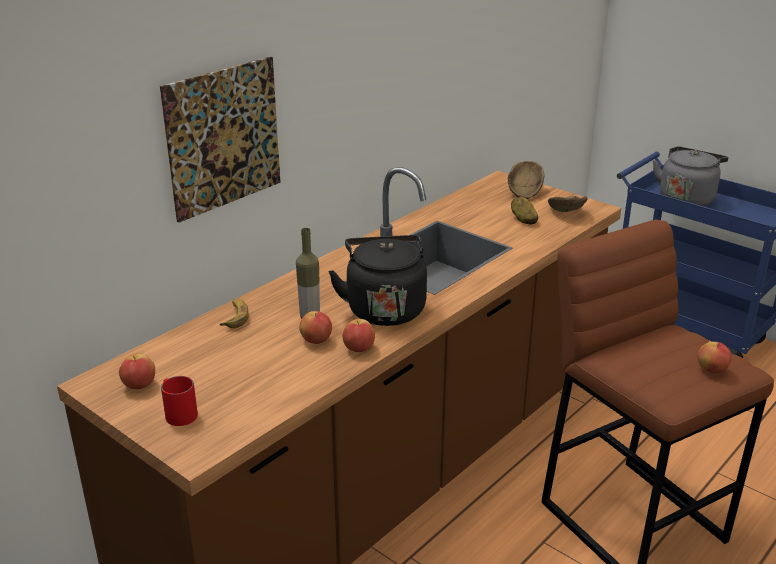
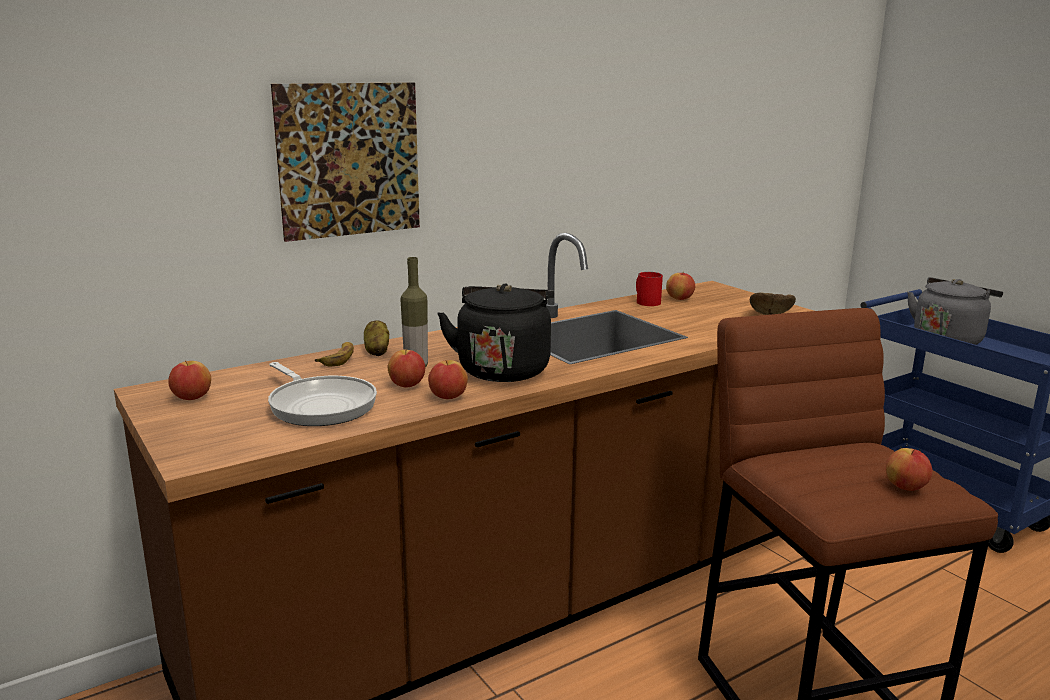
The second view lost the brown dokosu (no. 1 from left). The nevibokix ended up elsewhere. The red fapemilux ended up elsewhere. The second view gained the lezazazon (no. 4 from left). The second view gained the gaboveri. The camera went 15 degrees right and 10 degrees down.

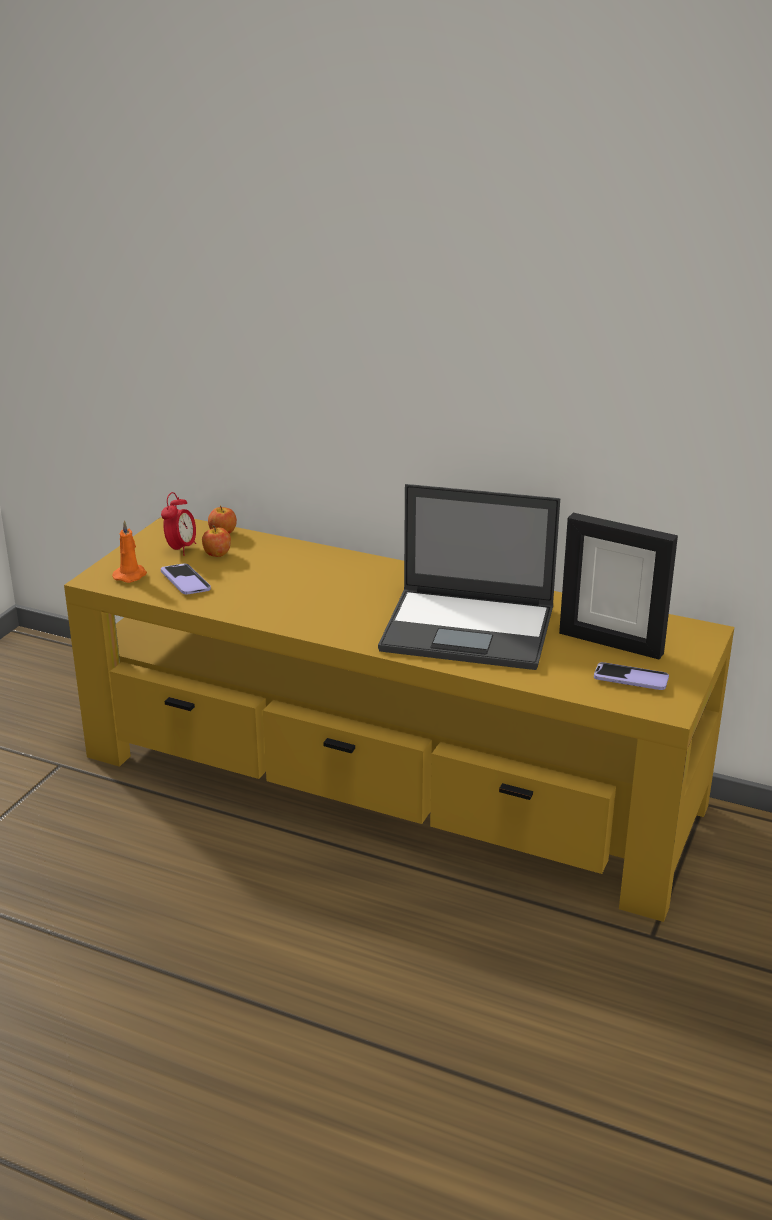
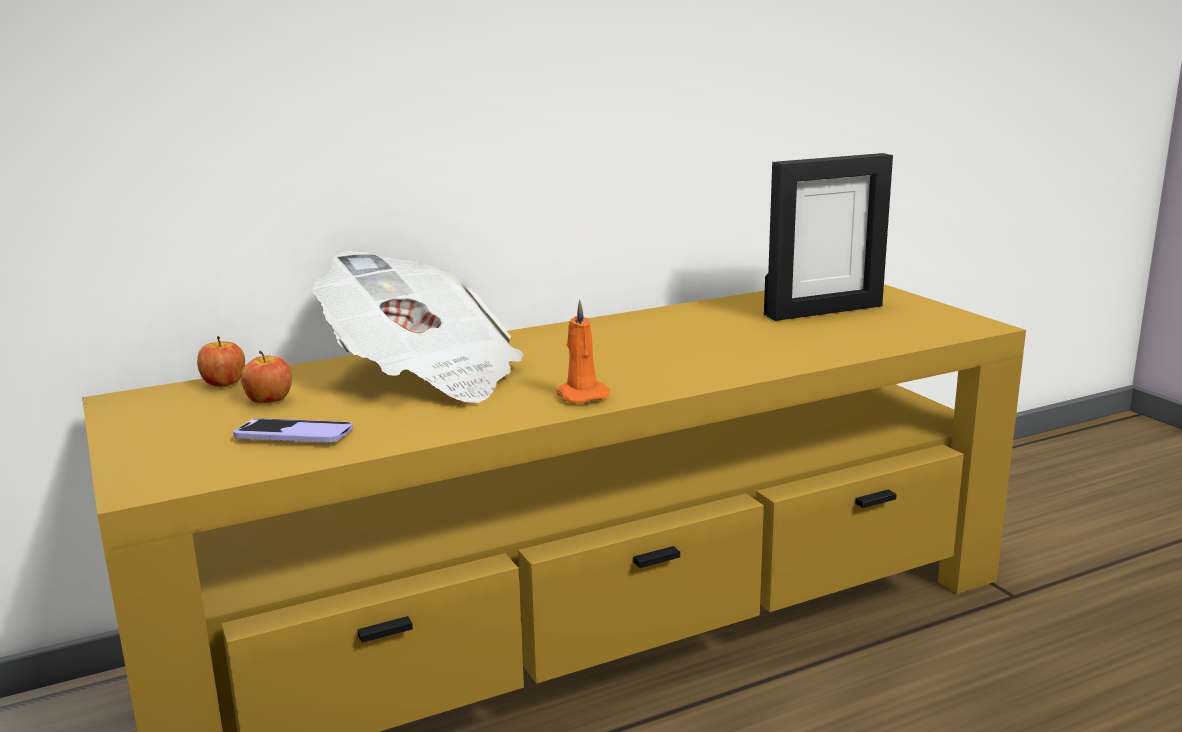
The second view lost the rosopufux. The second view lost the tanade. The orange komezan ended up elsewhere. The second view lost the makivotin (no. 2 from left). The second view gained the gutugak. The camera went 50 degrees left and 10 degrees down.

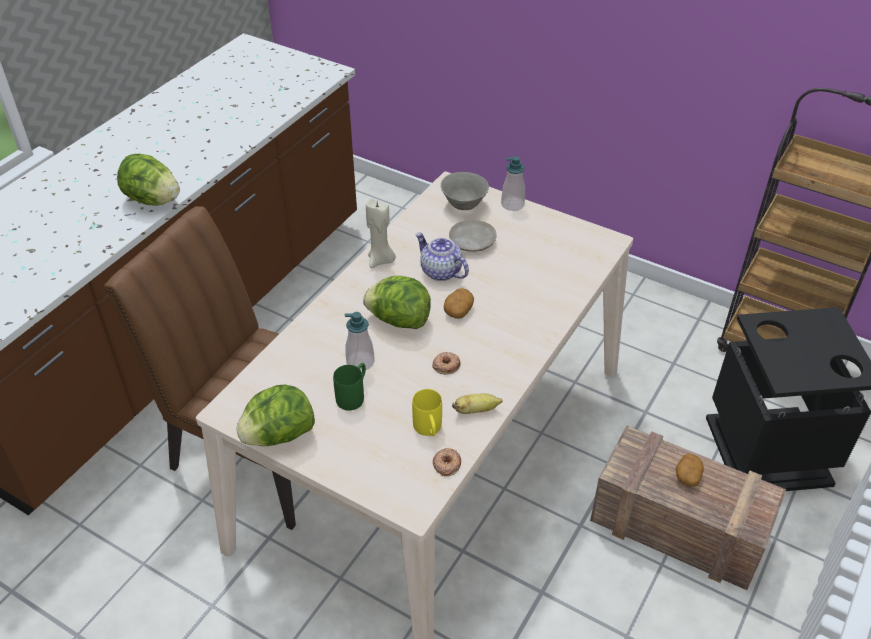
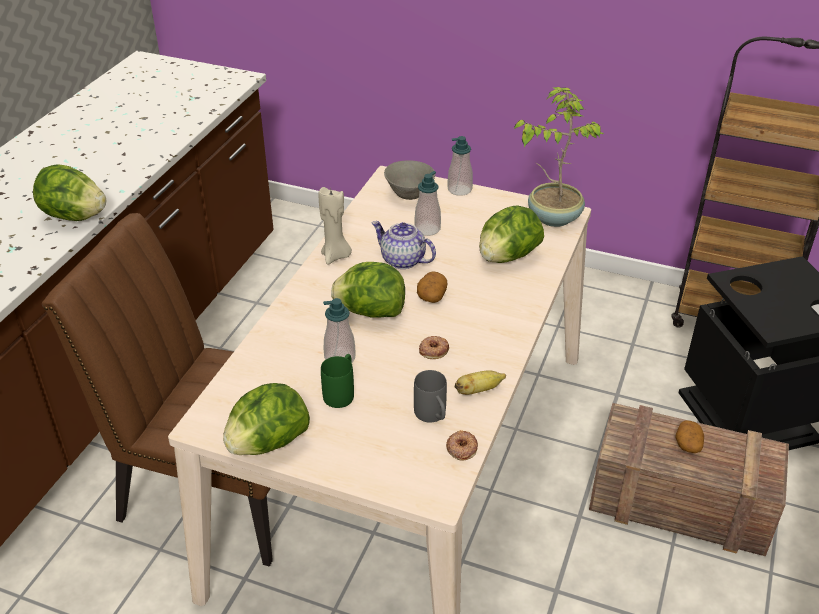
Where the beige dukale stood, the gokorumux (no. 2 from left) came to stand. What was the yellow fapemilux turned into the grey fapemilux. The second view gained the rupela. The second view gained the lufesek (no. 4 from left). The camera went 10 degrees left and 5 degrees down.

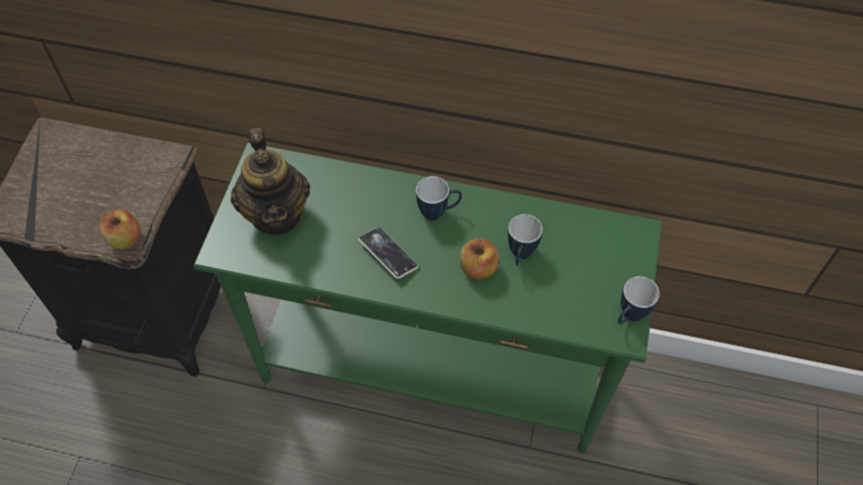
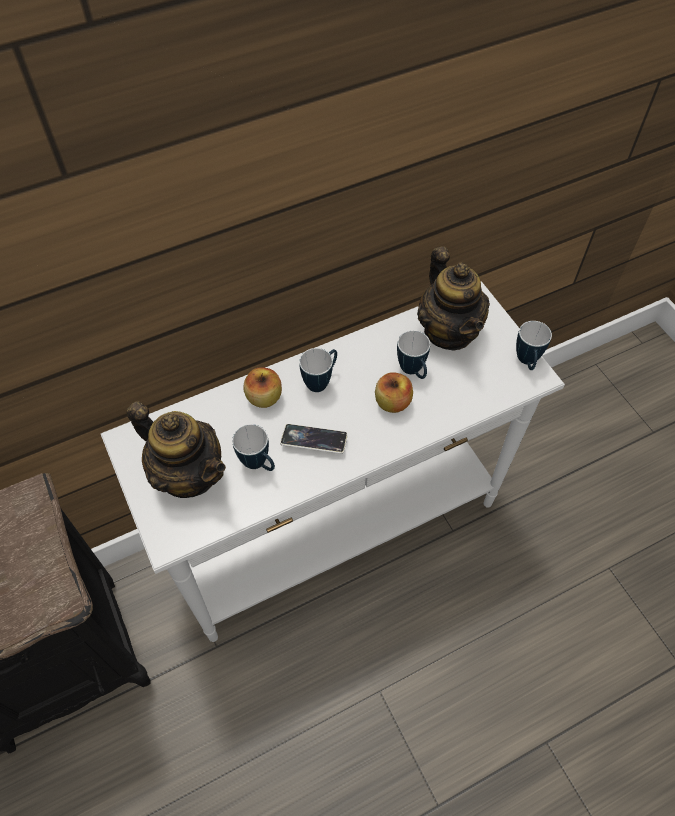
What was the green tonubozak turned into the white tonubozak. The lezazazon (no. 1 from left) ended up elsewhere. The second view gained the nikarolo (no. 2 from left). The second view gained the fapemilux (no. 1 from left). The camera went 40 degrees left and 0 degrees up.

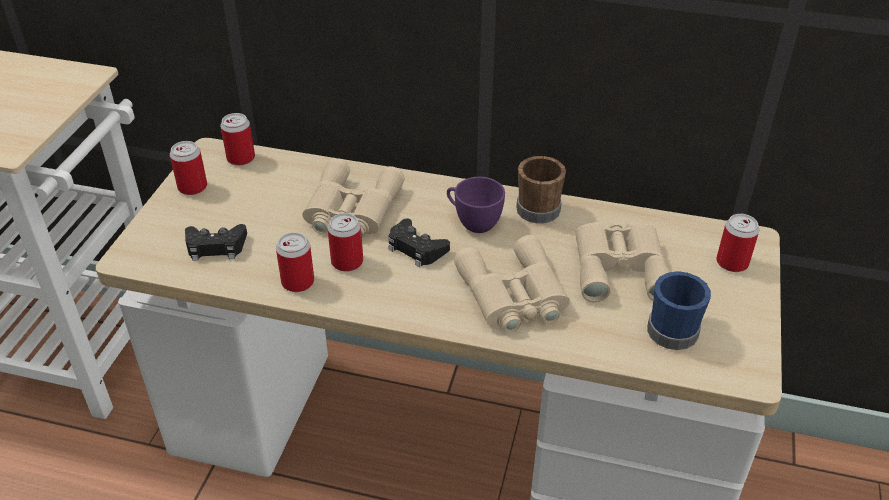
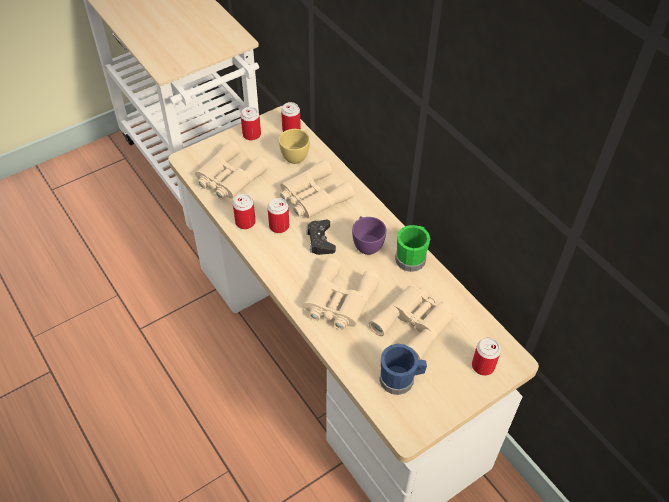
What was the brown fapemilux turned into the green fapemilux. Where the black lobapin (no. 1 from left) stood, the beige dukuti (no. 1 from left) came to stand. The second view gained the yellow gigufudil. The camera went 40 degrees right and 10 degrees up.

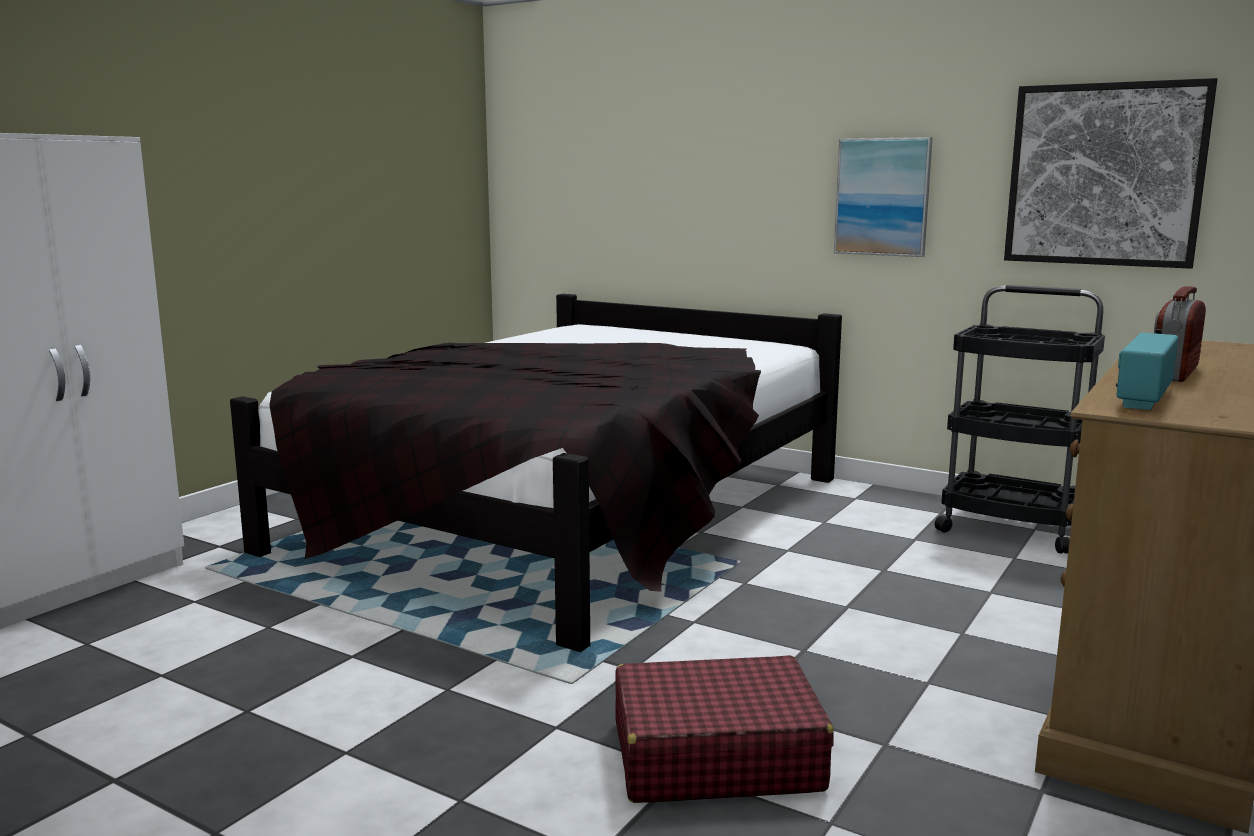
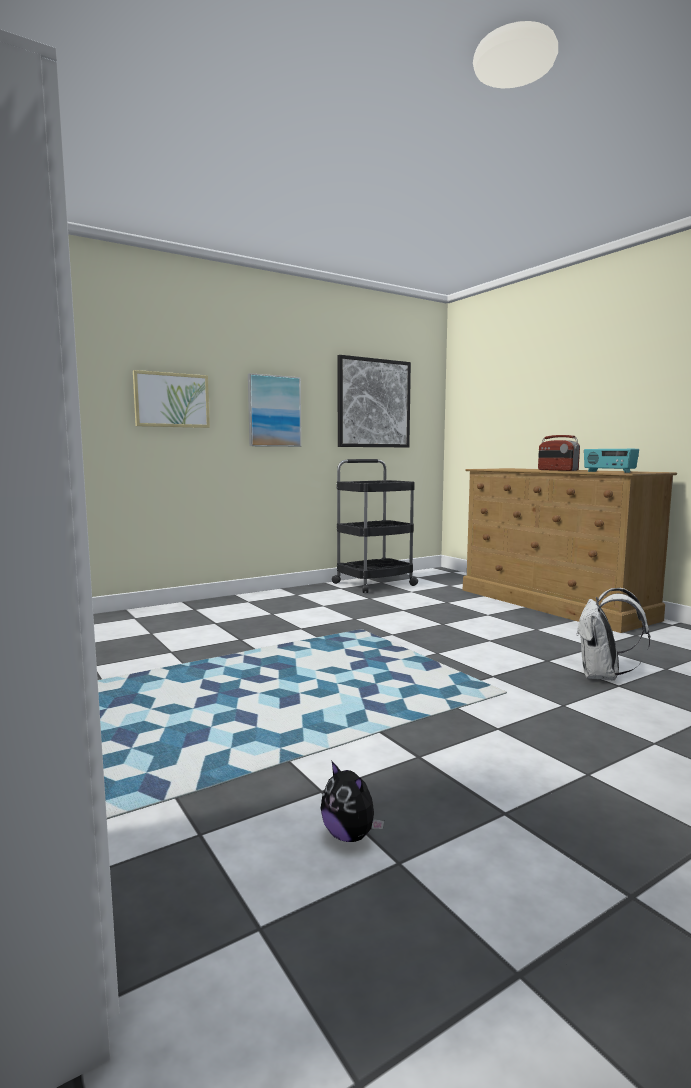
The second view lost the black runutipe. Where the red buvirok stood, the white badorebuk came to stand. The second view gained the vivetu (no. 1 from left). The second view gained the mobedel. The camera went 65 degrees left and 5 degrees down.

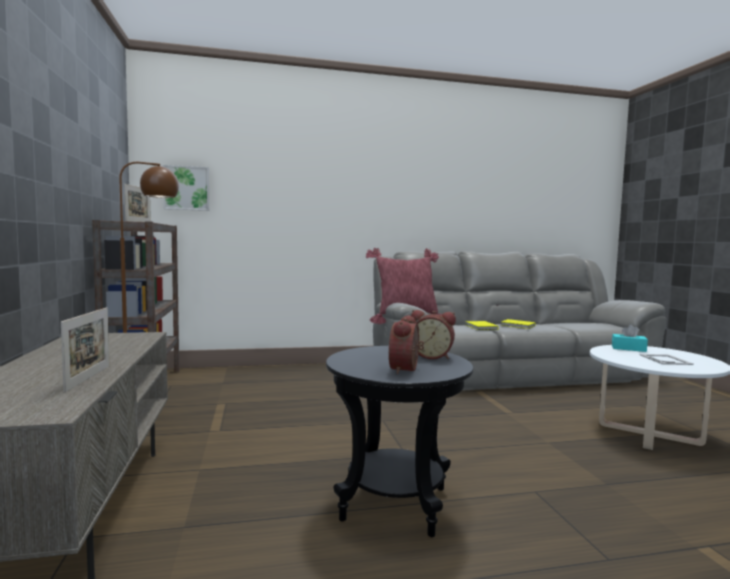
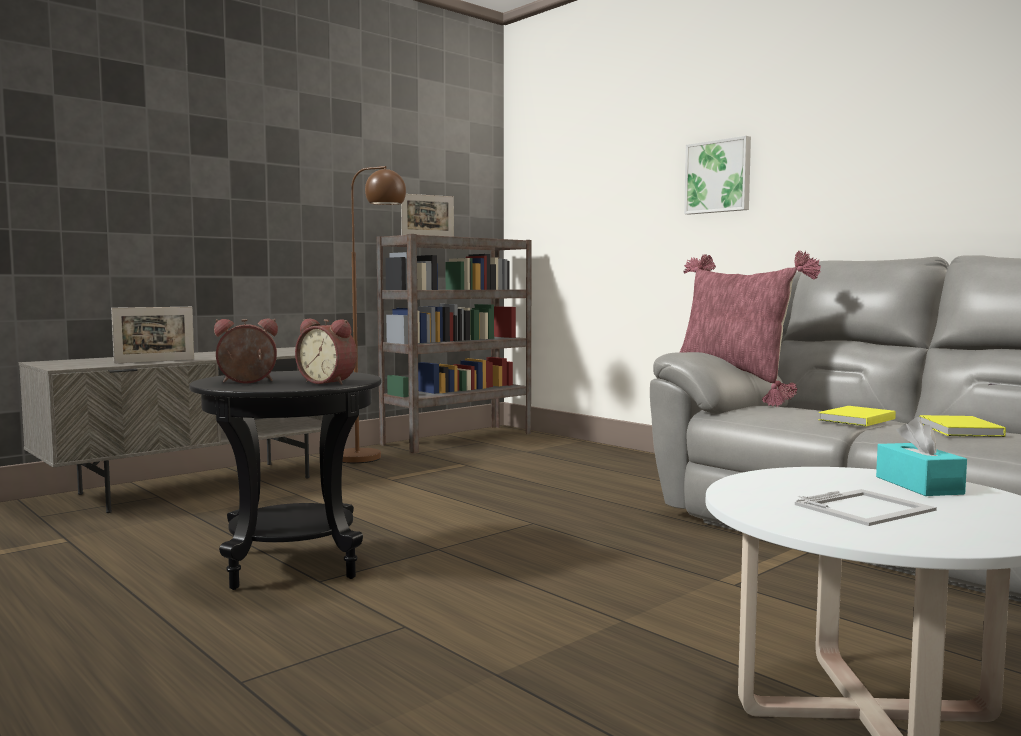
The vivetu ended up elsewhere. The tanade (no. 2 from left) ended up facing another way, 45 degrees counterclockwise from before. The camera went 60 degrees right and 0 degrees up.

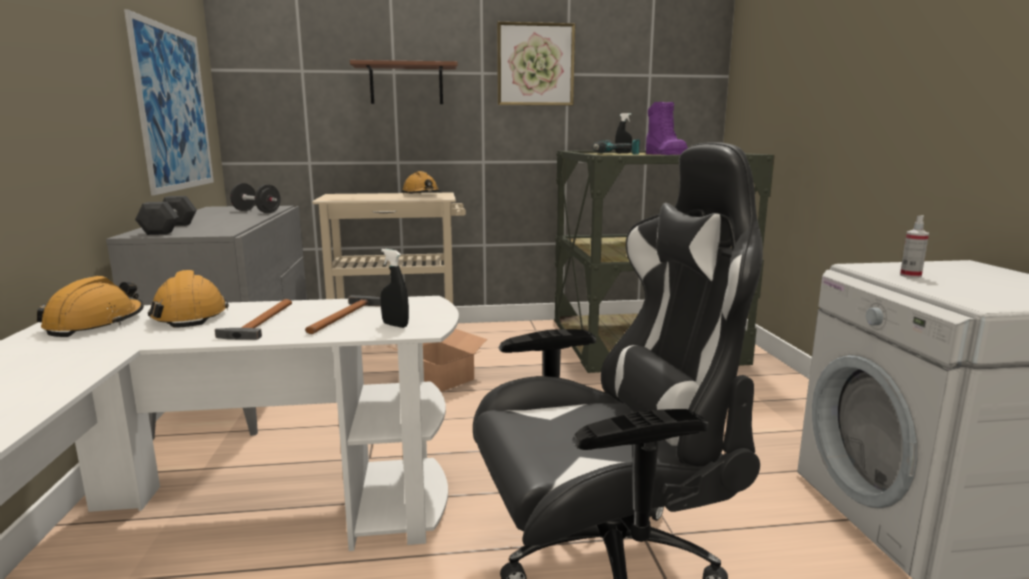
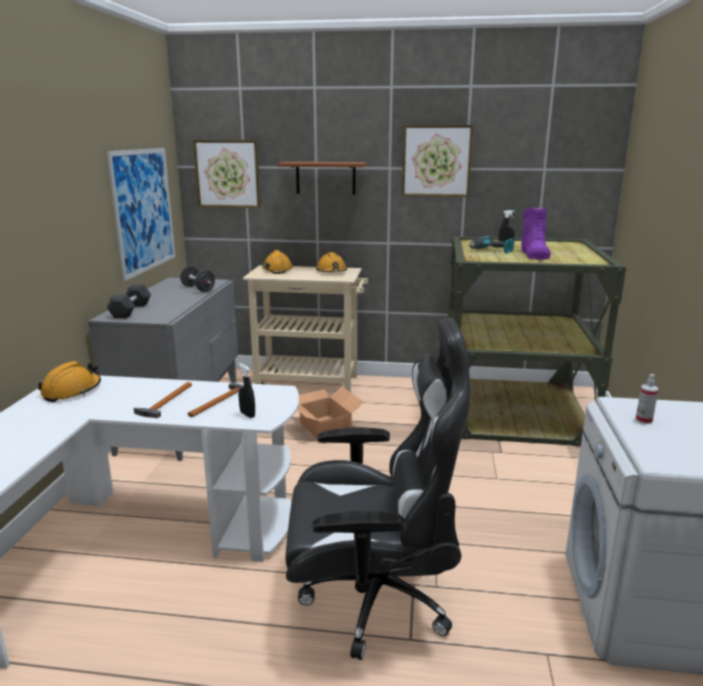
The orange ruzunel (no. 2 from left) ended up elsewhere. The second view gained the vivetu (no. 2 from left). The camera went 15 degrees right and 5 degrees up.

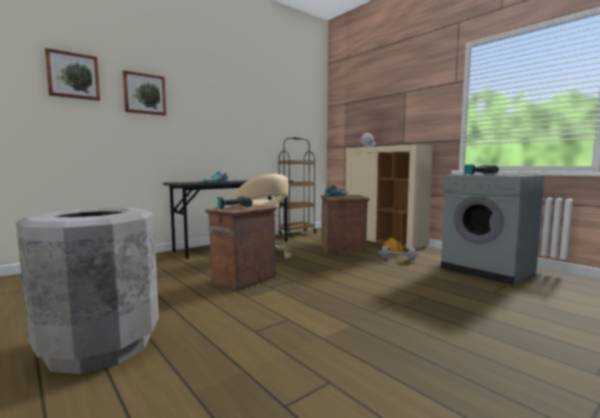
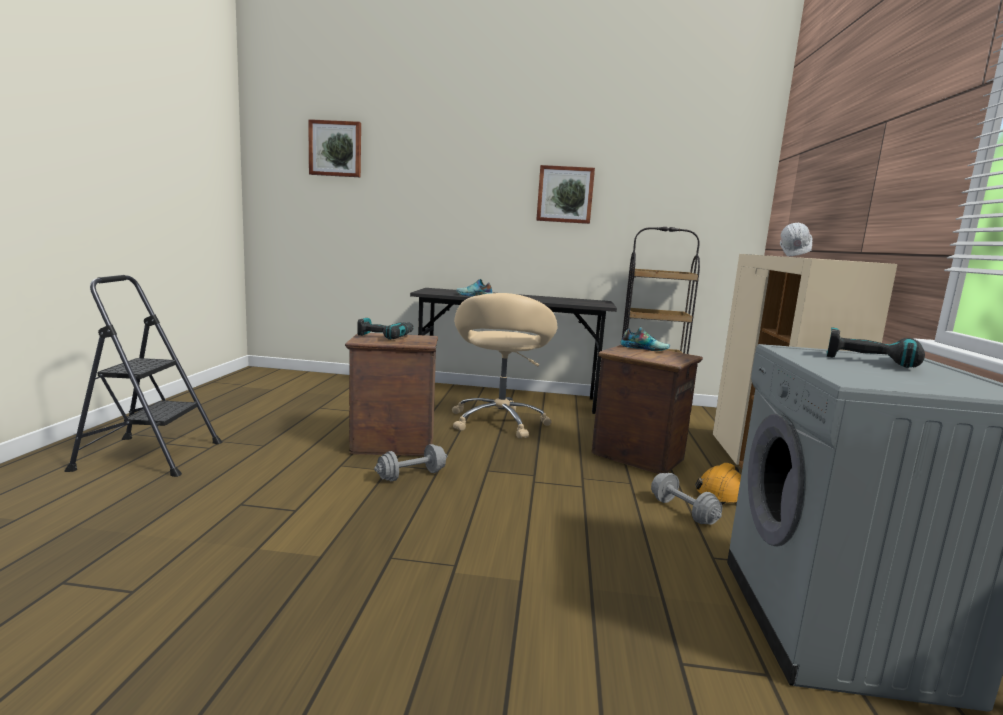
The vivetu (no. 2 from left) ended up elsewhere. Where the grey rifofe stood, the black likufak came to stand. The second view gained the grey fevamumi (no. 1 from left). The camera went 45 degrees right and 5 degrees up.

